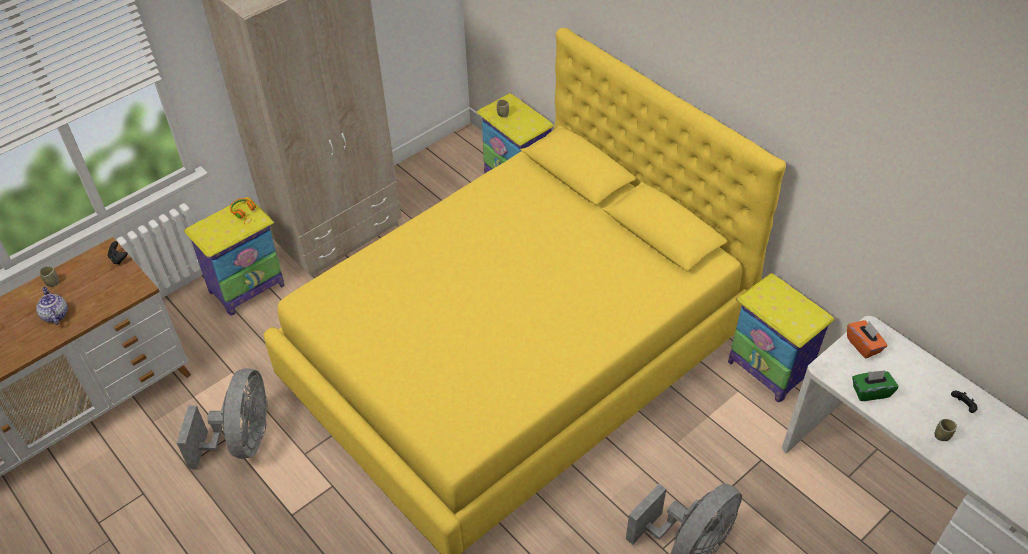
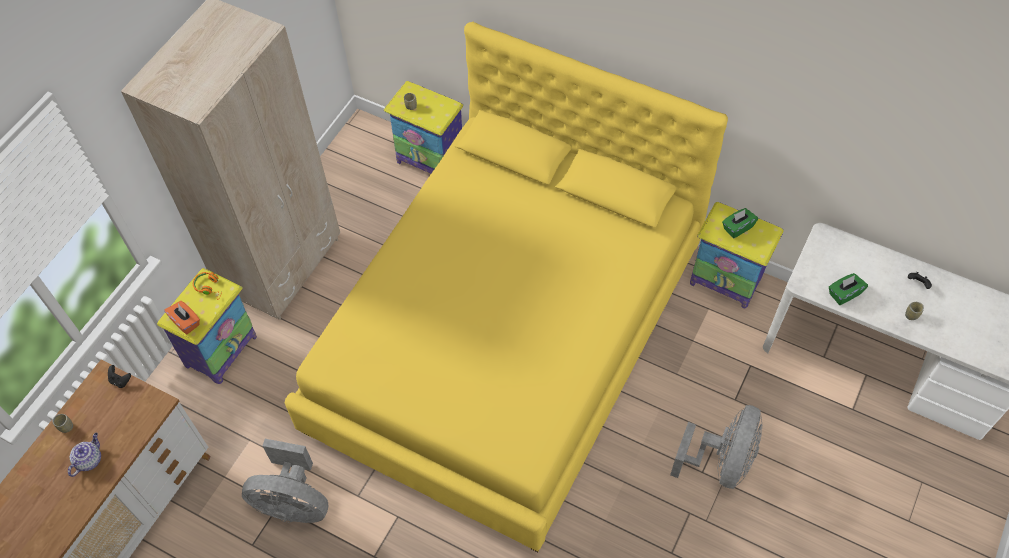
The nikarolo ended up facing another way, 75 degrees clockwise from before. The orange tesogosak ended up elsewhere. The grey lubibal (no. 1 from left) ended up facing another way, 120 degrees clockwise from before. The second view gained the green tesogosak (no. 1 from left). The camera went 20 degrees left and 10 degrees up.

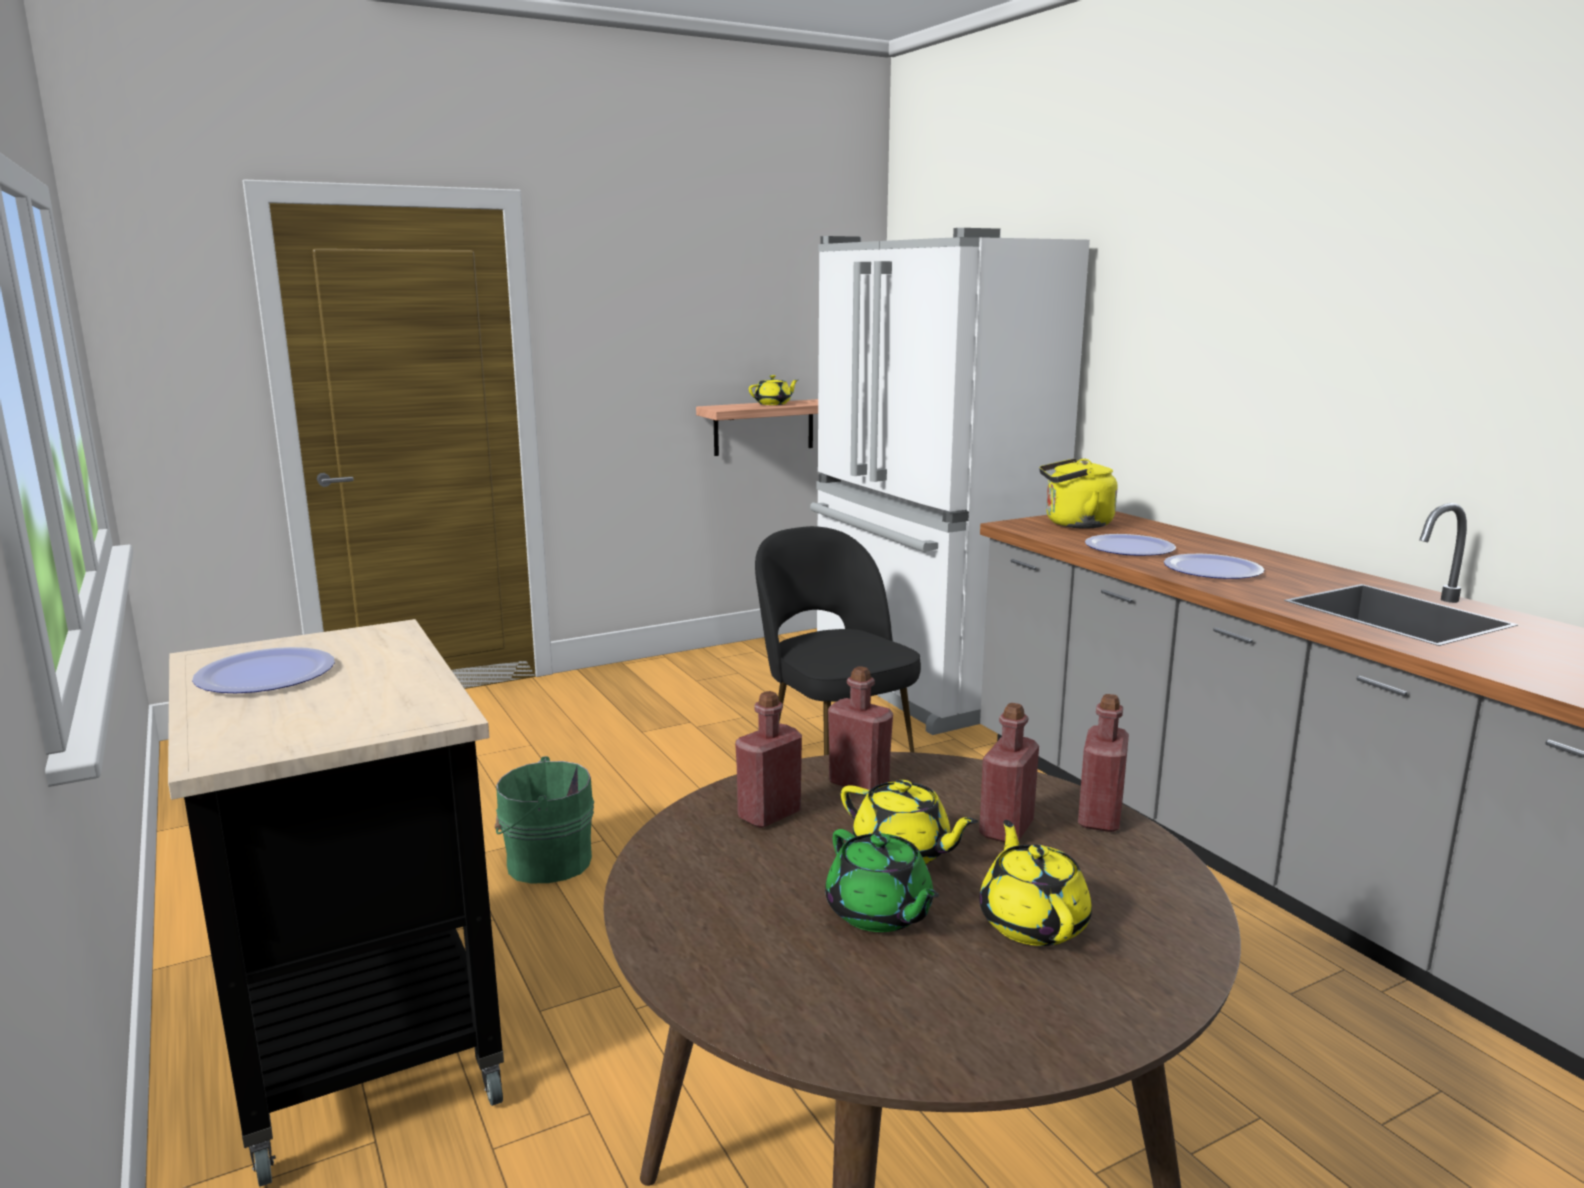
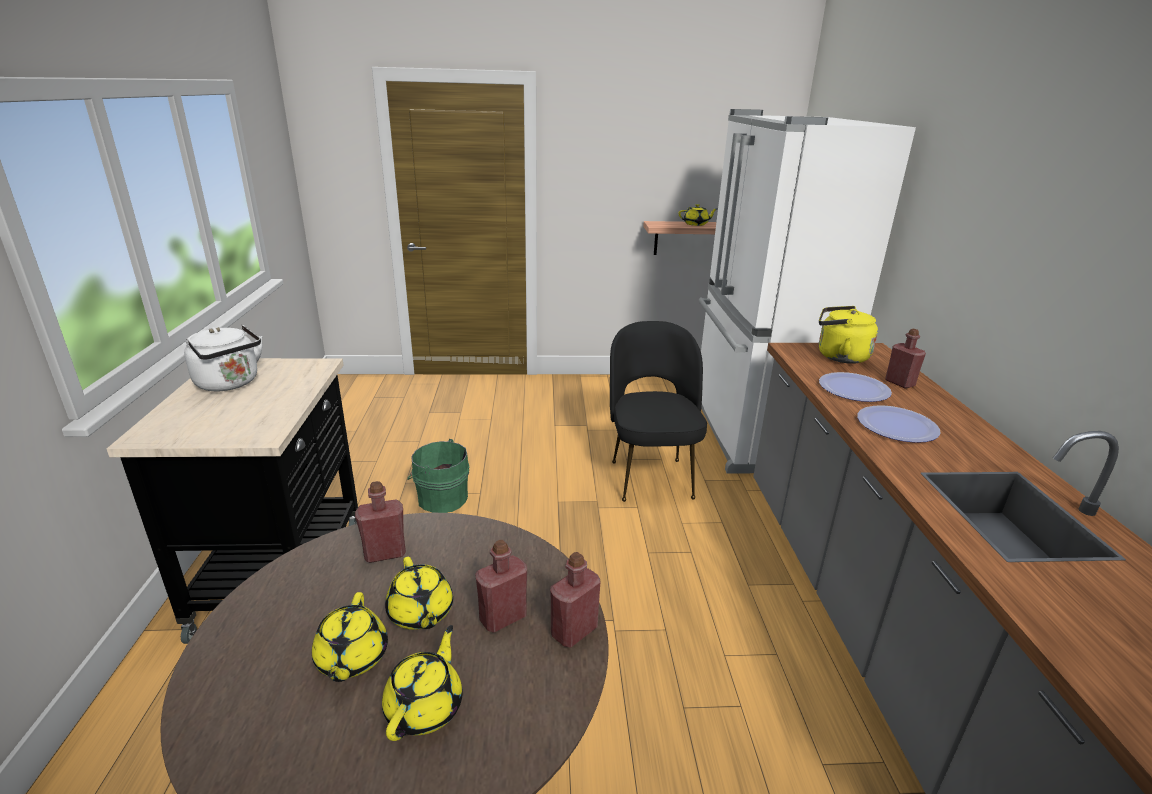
Where the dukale (no. 1 from left) stood, the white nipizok came to stand. The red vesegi (no. 2 from left in the first image) ended up elsewhere. What was the green nikarolo turned into the yellow nikarolo (no. 1 from left). The camera went 25 degrees right and 10 degrees up.

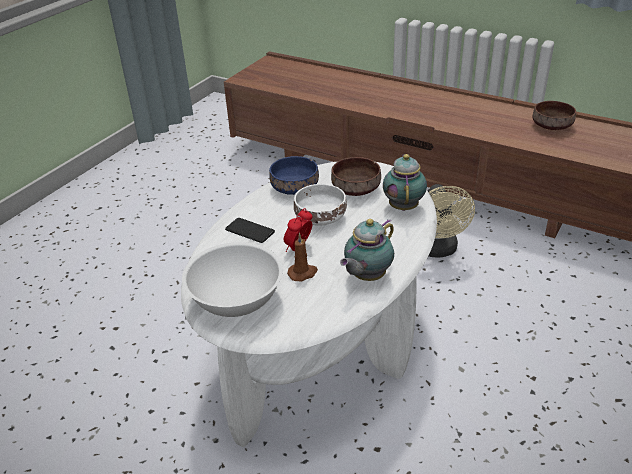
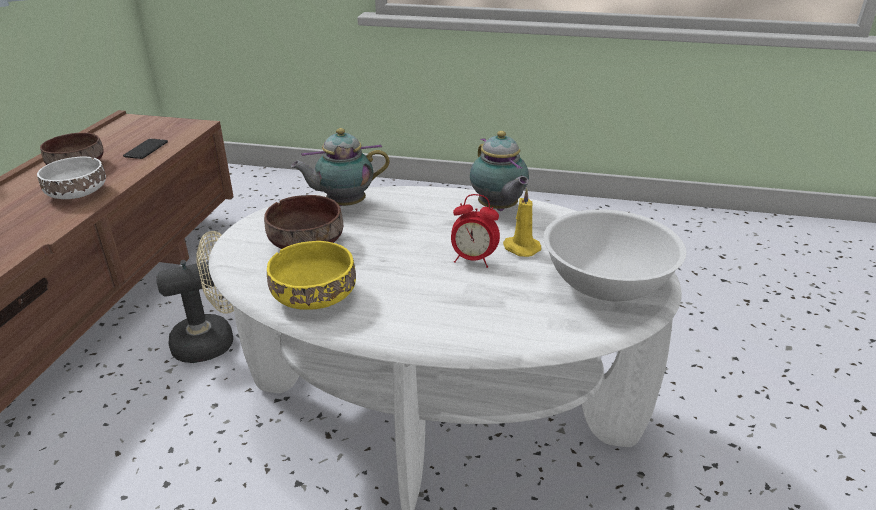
What was the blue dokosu turned into the yellow dokosu. The white dokosu (no. 2 from left in the first image) ended up elsewhere. The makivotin ended up elsewhere. The nikarolo (no. 1 from left in the first image) ended up facing another way, 45 degrees clockwise from before. What was the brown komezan turned into the yellow komezan. The camera went 110 degrees left and 5 degrees down.

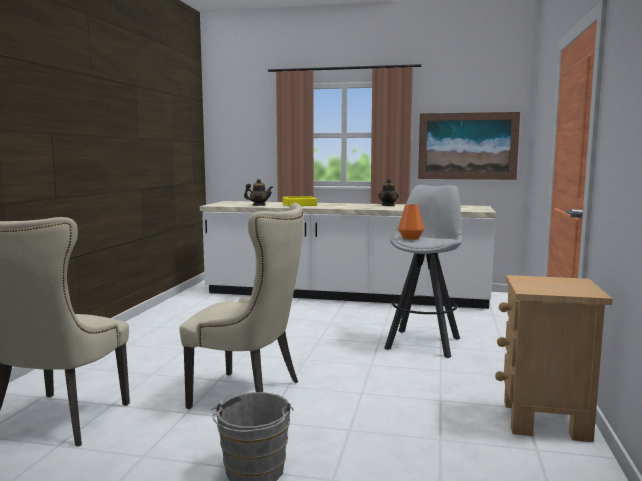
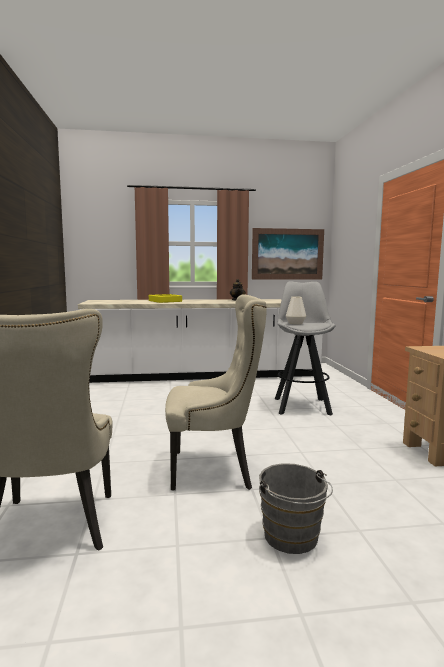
The second view lost the nikarolo (no. 1 from left). What was the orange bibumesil turned into the white bibumesil. The camera went 20 degrees left and 0 degrees up.

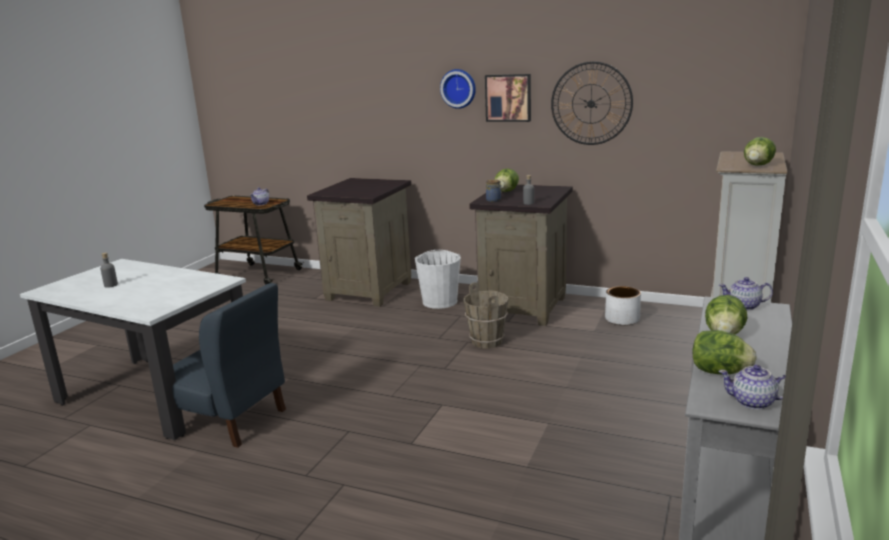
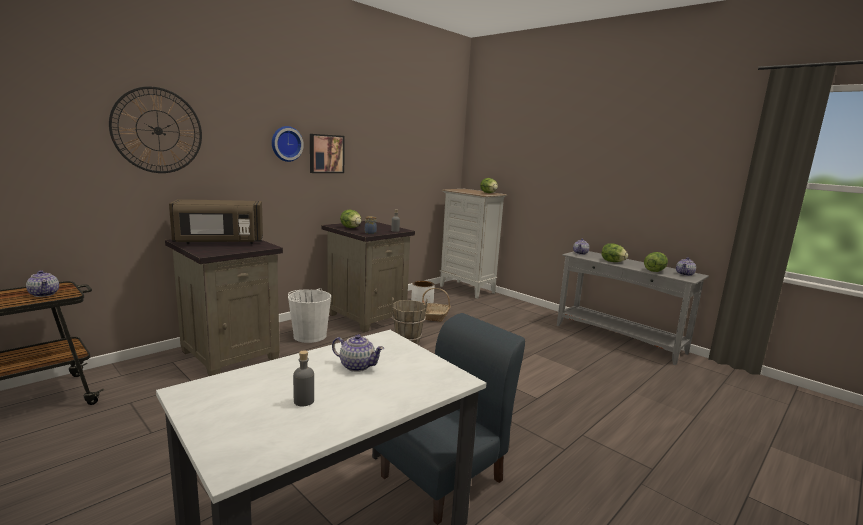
The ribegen (no. 2 from left in the first image) ended up elsewhere. The second view gained the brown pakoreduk. The second view gained the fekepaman. The second view gained the nikarolo (no. 2 from left). The camera went 70 degrees left and 5 degrees down.

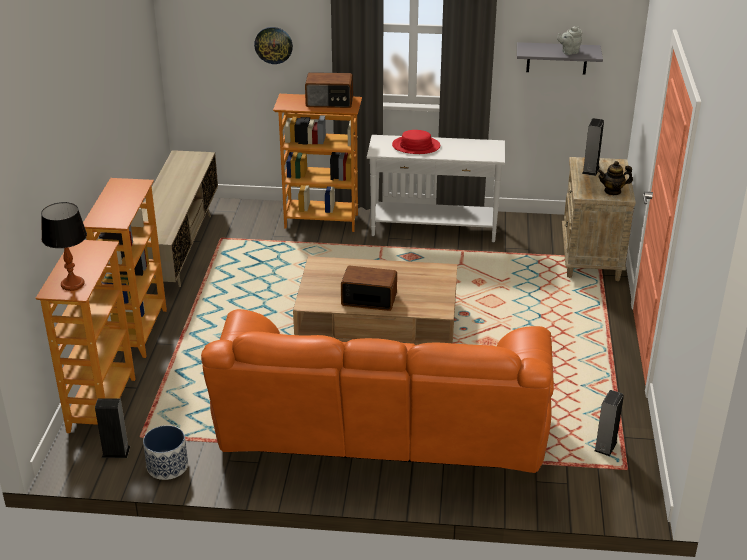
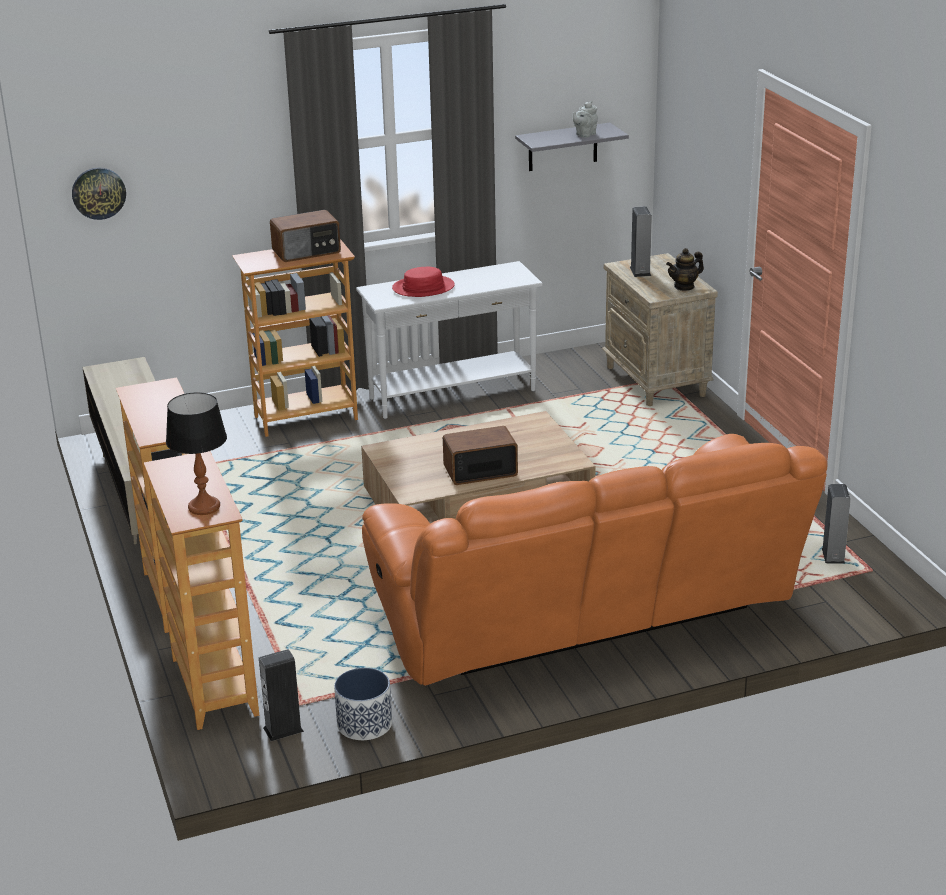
The ribegen ended up elsewhere. The camera went 25 degrees left and 5 degrees down.

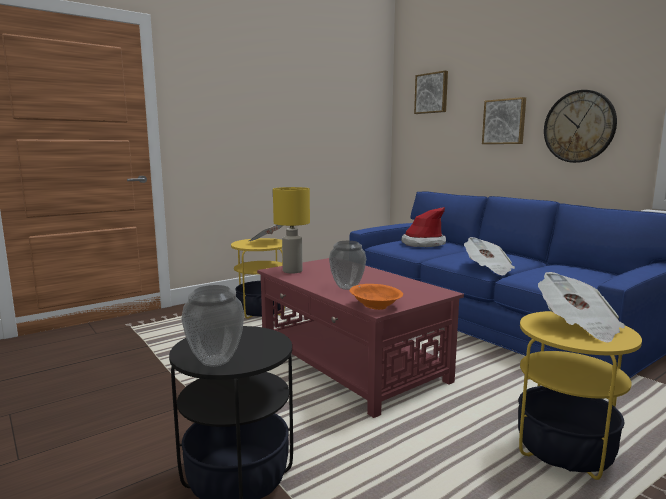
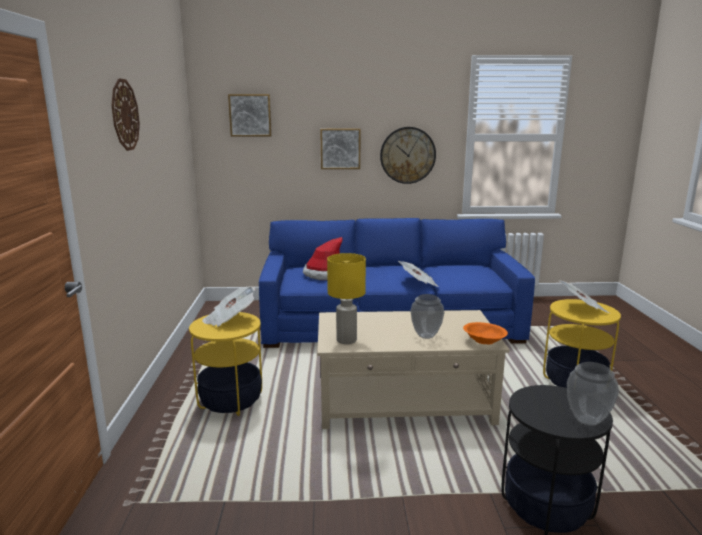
What was the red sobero turned into the beige sobero. The second view gained the ribegen (no. 1 from left). The camera went 55 degrees left and 5 degrees up.

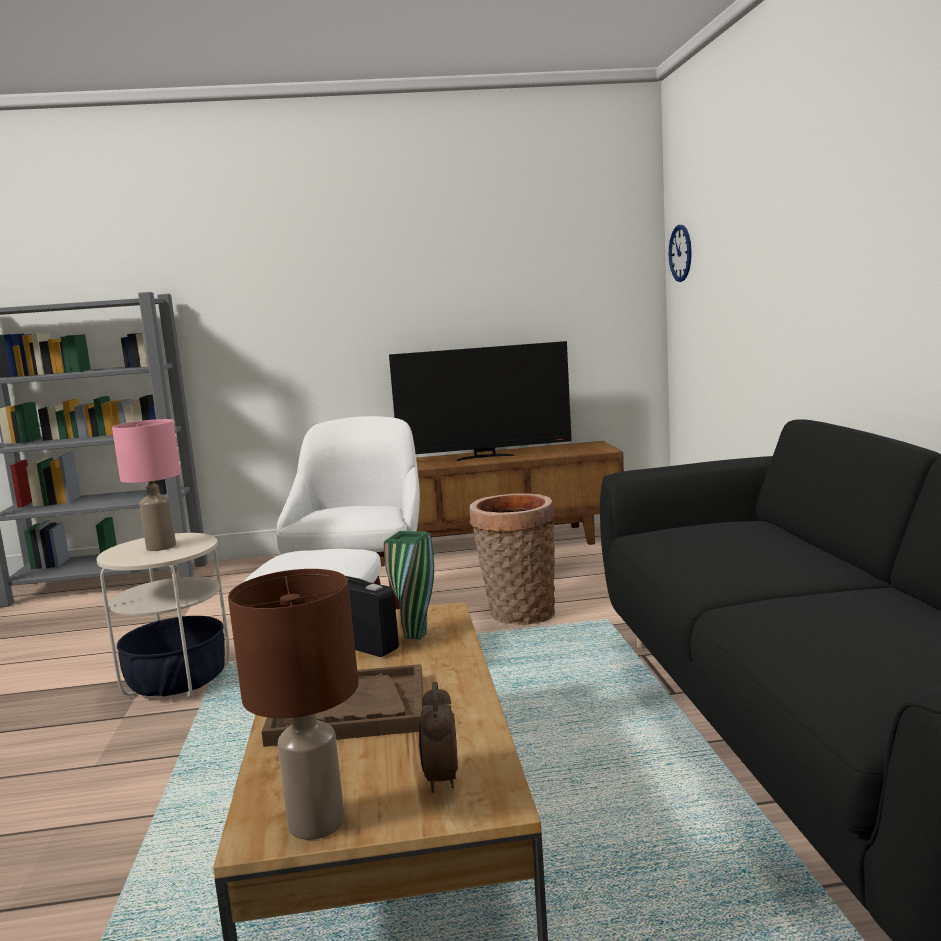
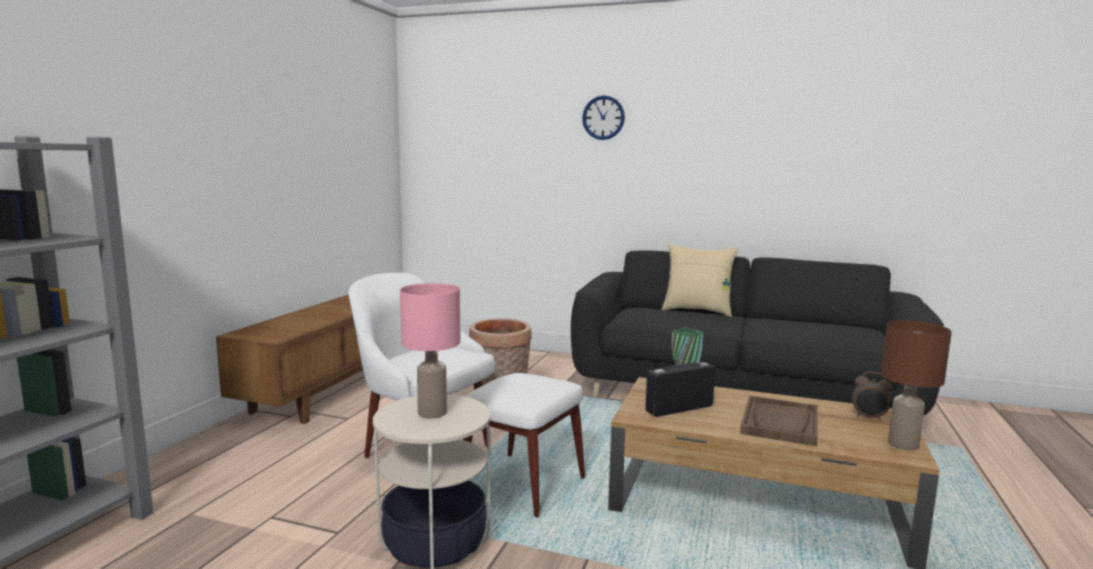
The ribegen ended up elsewhere. The second view lost the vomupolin. The second view gained the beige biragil. The camera went 65 degrees left and 0 degrees up.

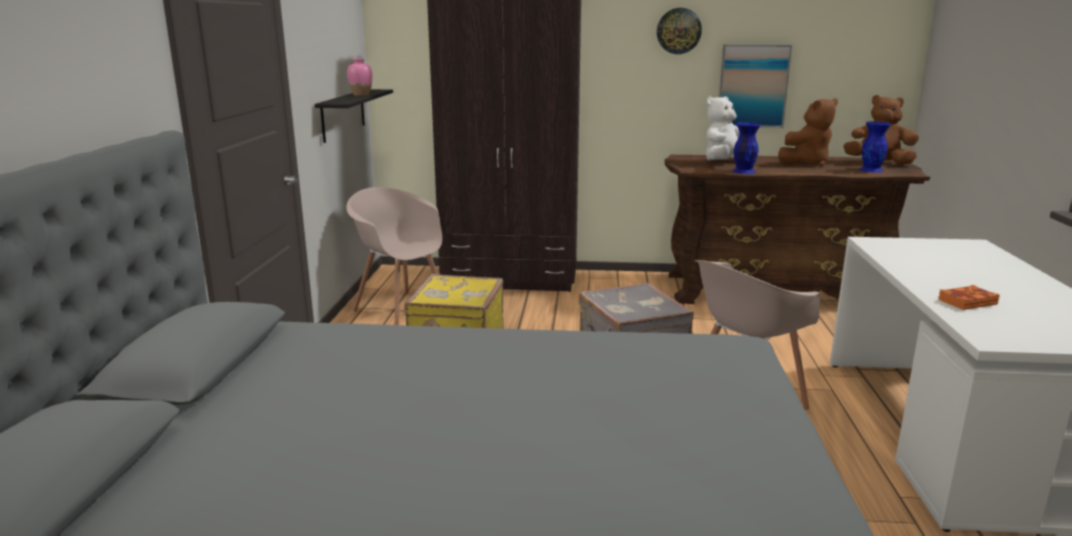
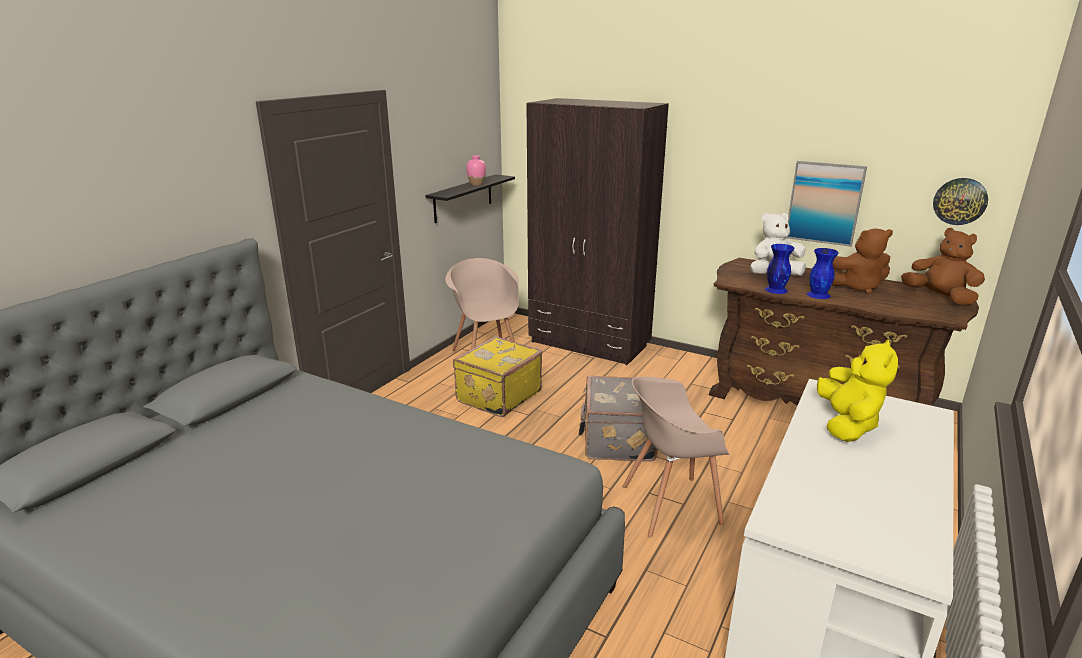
The ribegen ended up elsewhere. The blue bibumesil (no. 2 from left) ended up elsewhere. The second view lost the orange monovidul. The second view gained the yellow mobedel. The camera went 25 degrees right and 5 degrees up.

